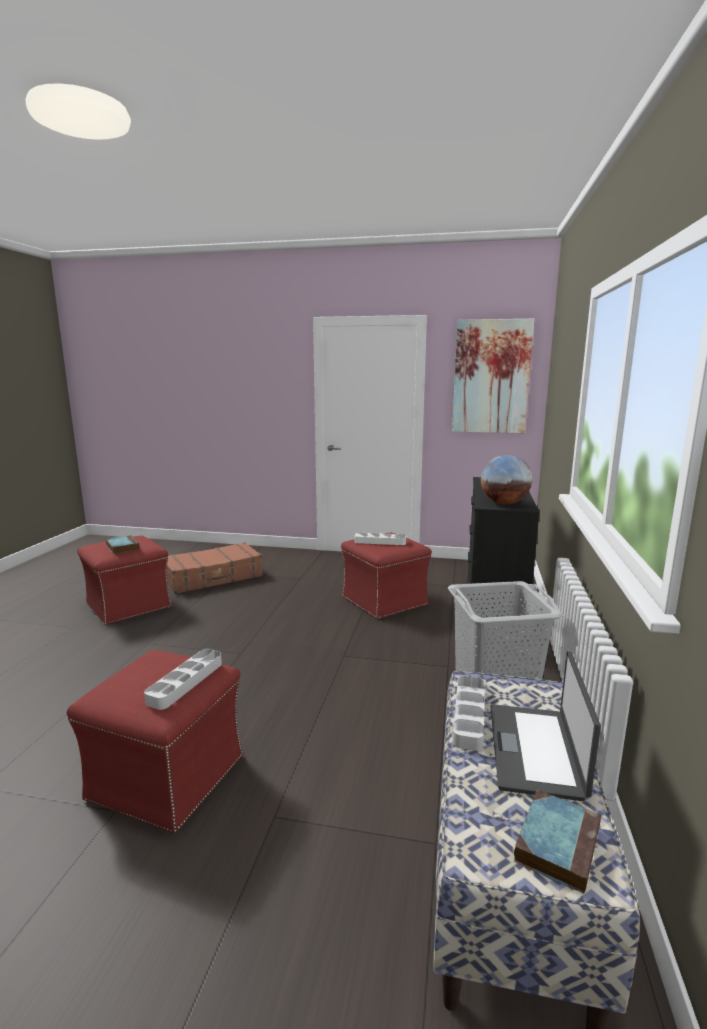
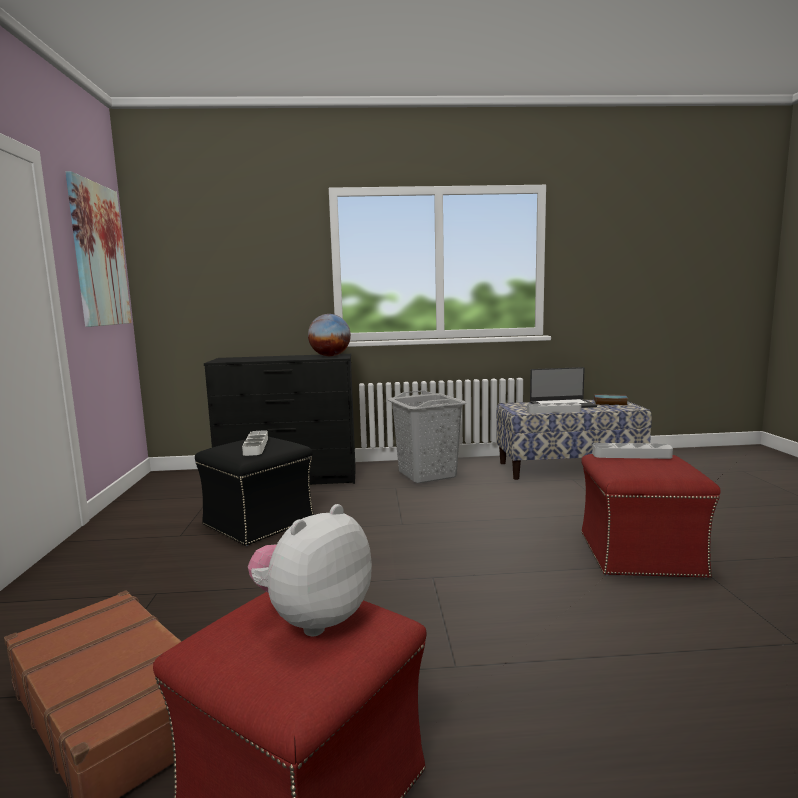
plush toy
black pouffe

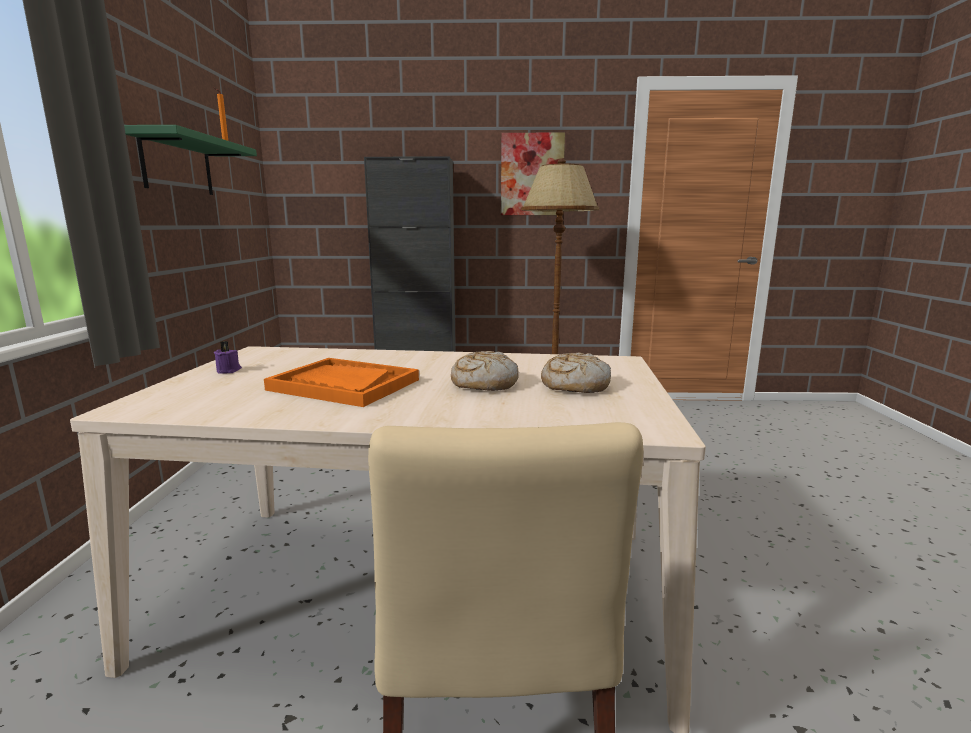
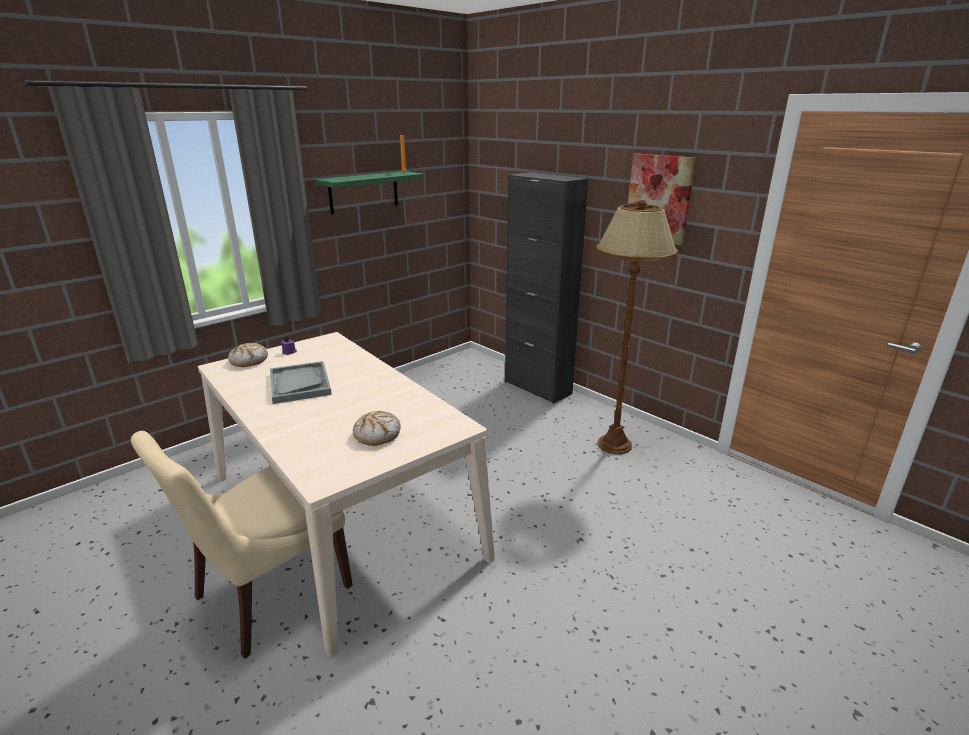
bakery bread (no. 1 from left)
gray serving tray

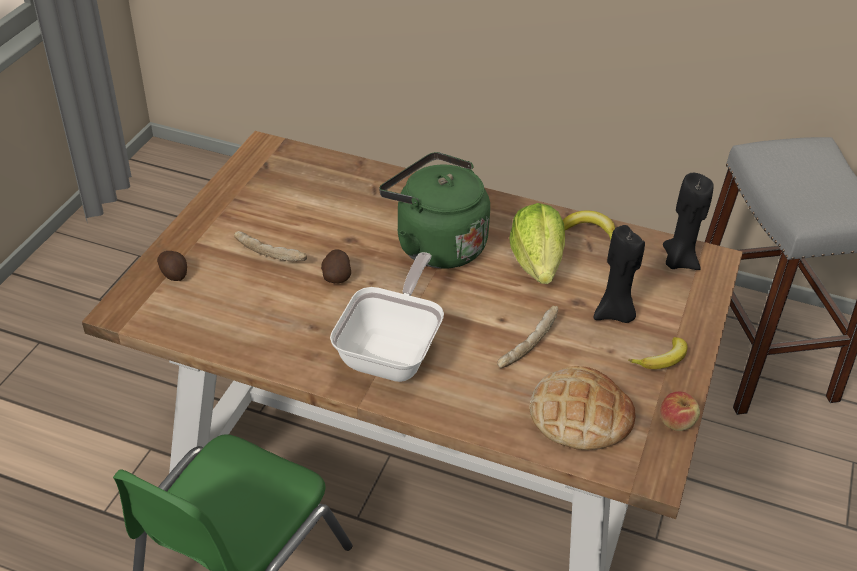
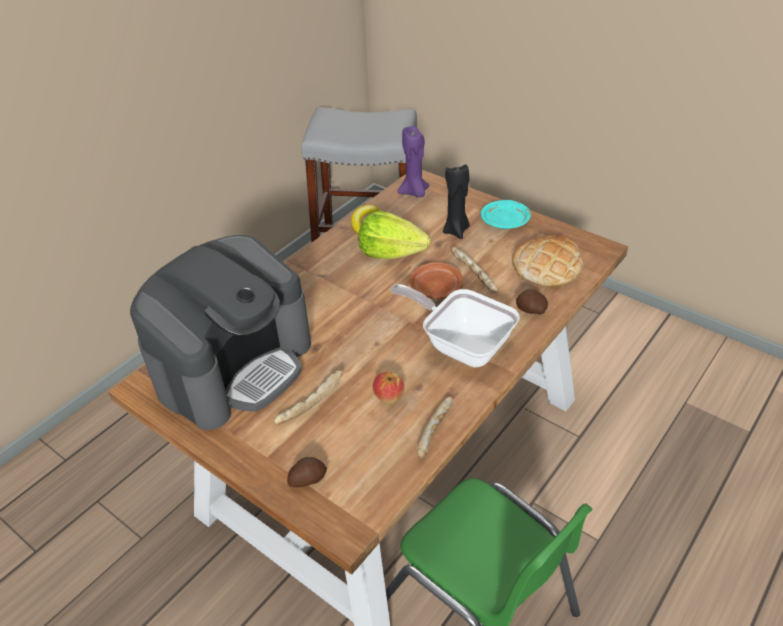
greenish tea kettle
coffee maker
brown-coloured plate
bakery bread (no. 2 from left)
potato (no. 2 from left)
apple
turquoise-coloured plate
purplish wax candle

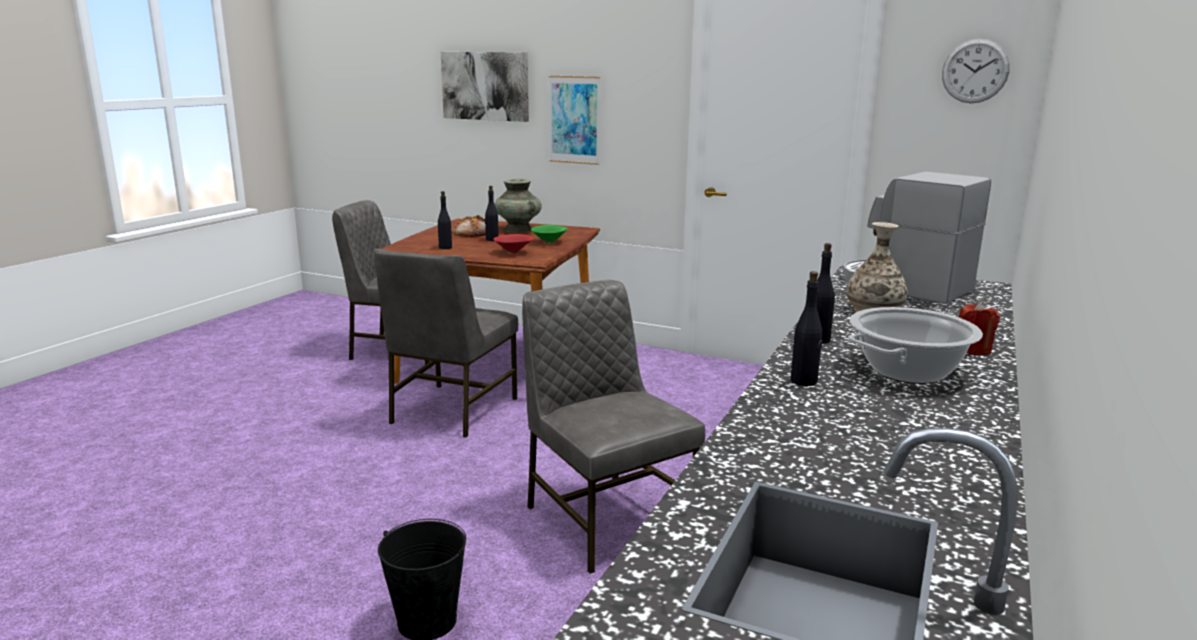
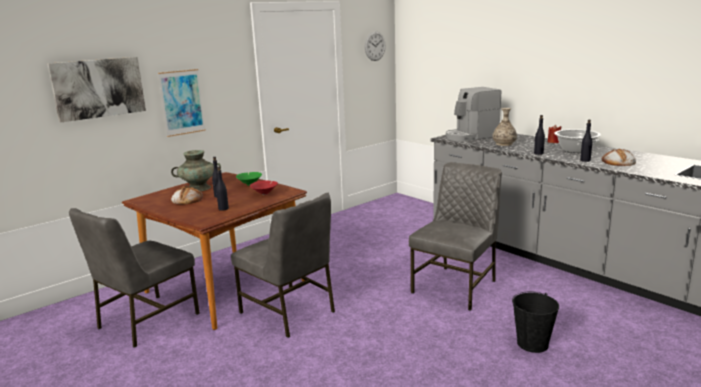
bakery bread (no. 2 from left)
gray plain chair (no. 3 from left)

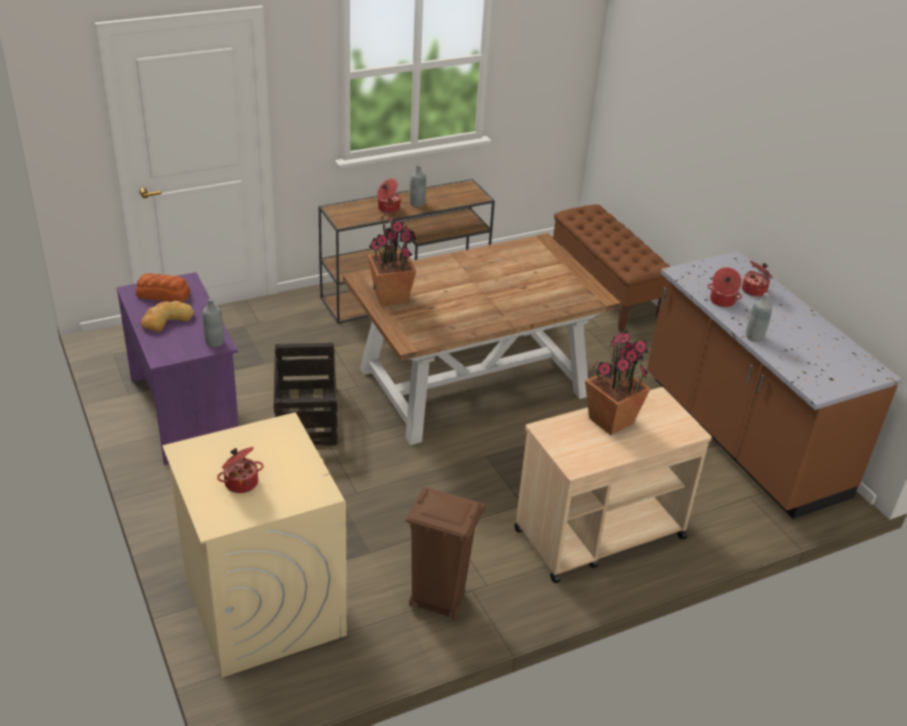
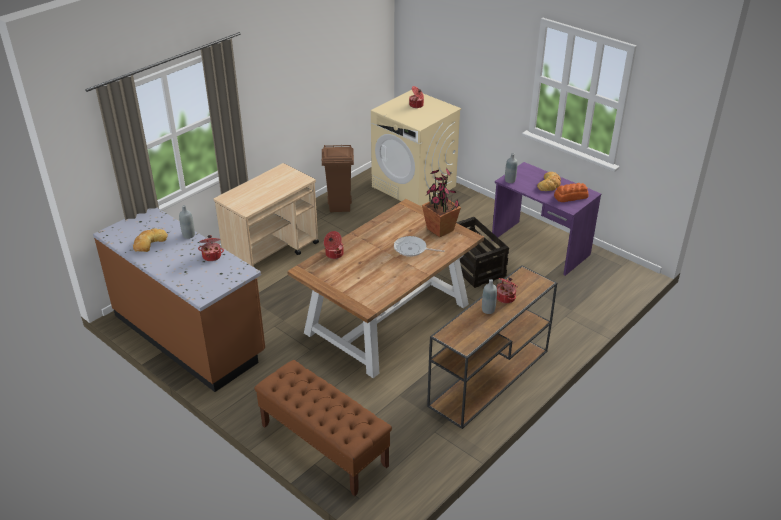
potted plant (no. 2 from left in the first image)
bakery bread (no. 1 from left)
pan
cooking pot (no. 2 from left)

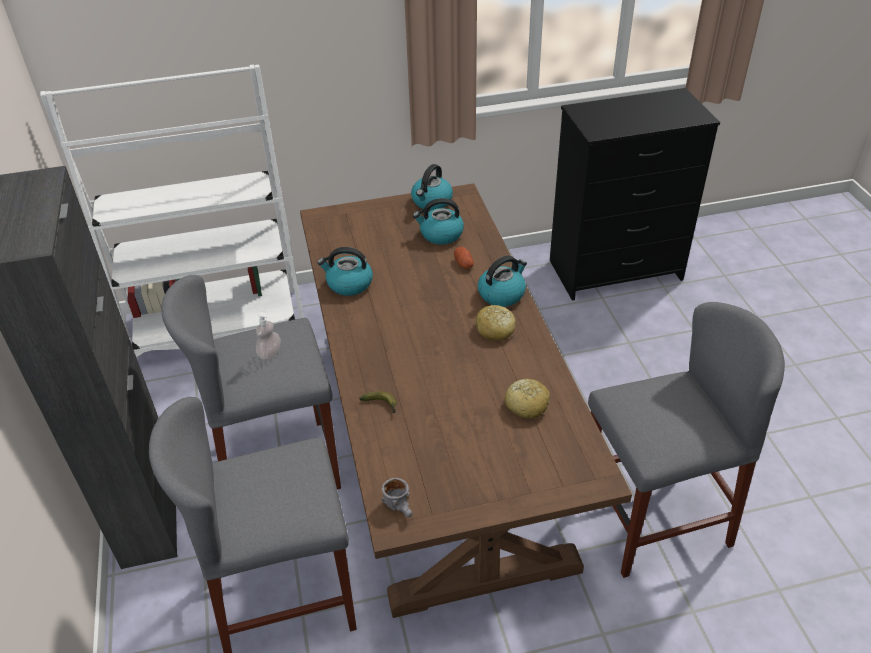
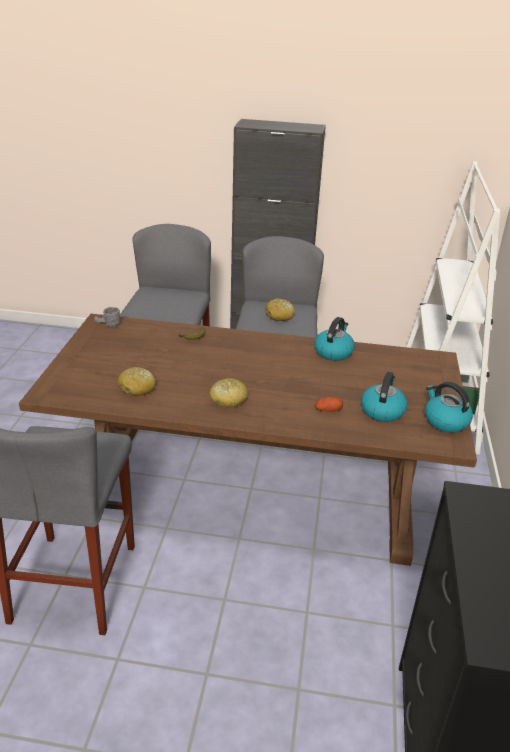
tea kettle (no. 4 from left in the first image)
bakery bread (no. 3 from left)

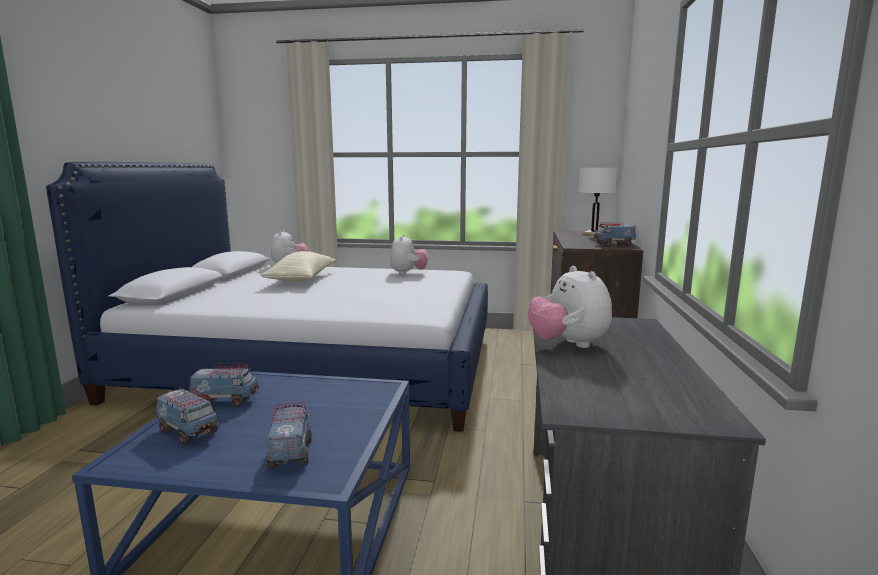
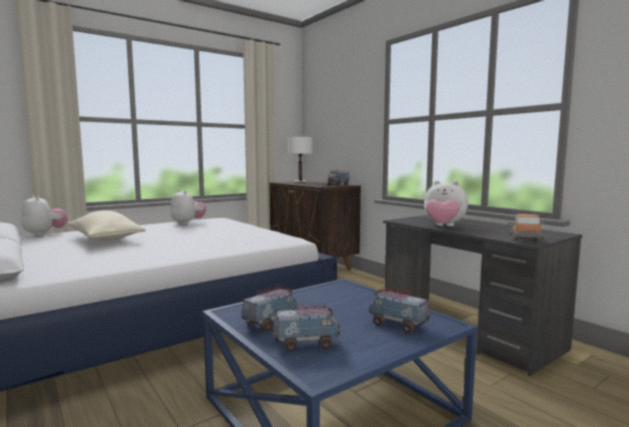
toy lorry (no. 5 from left)

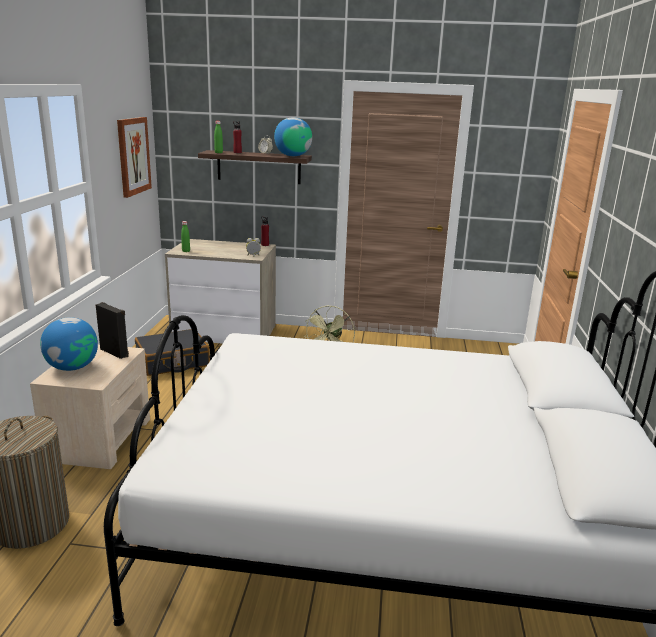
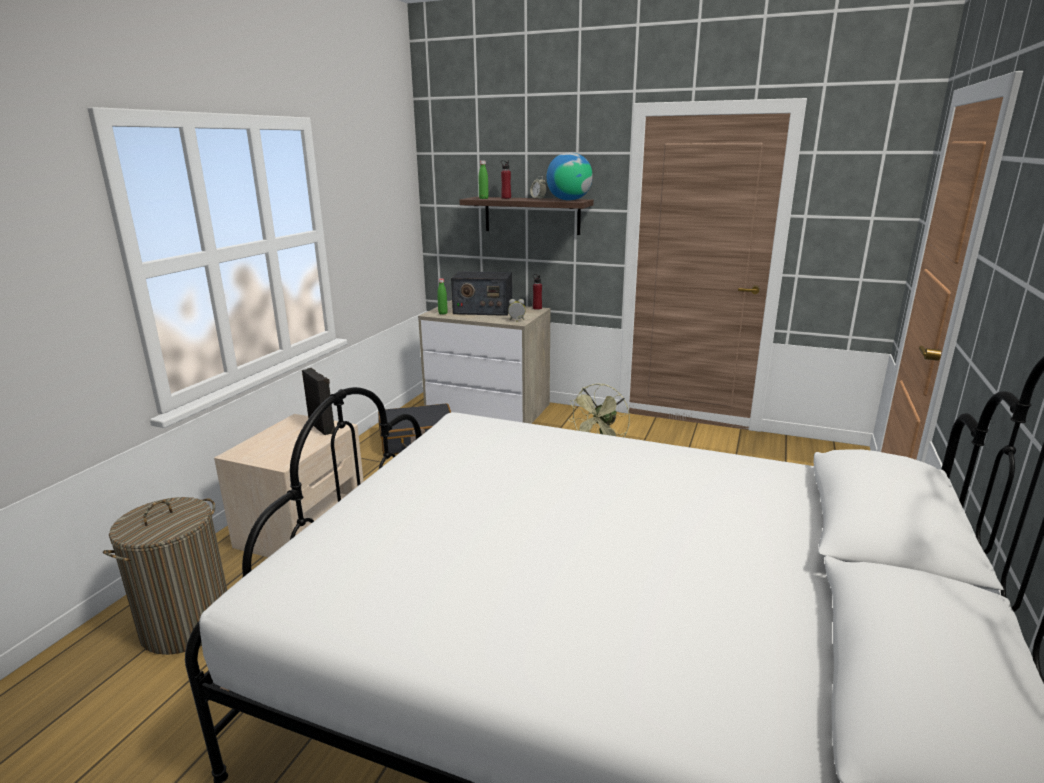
desk globe (no. 1 from left in the first image)
picture
radio

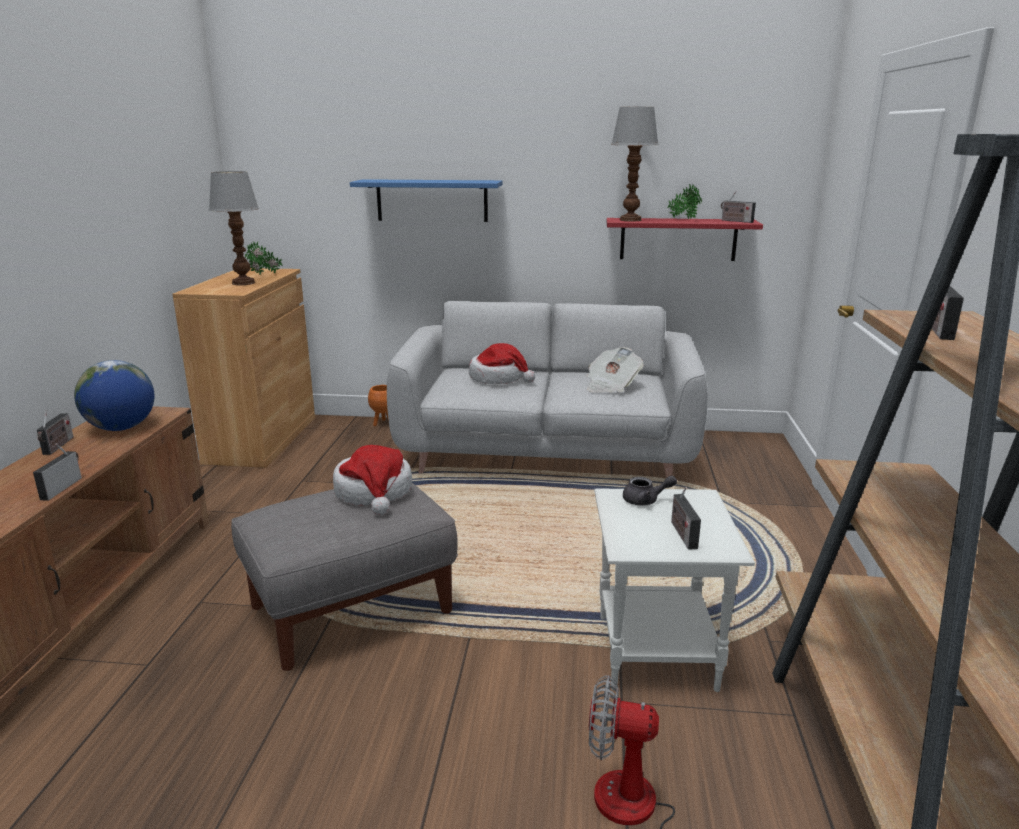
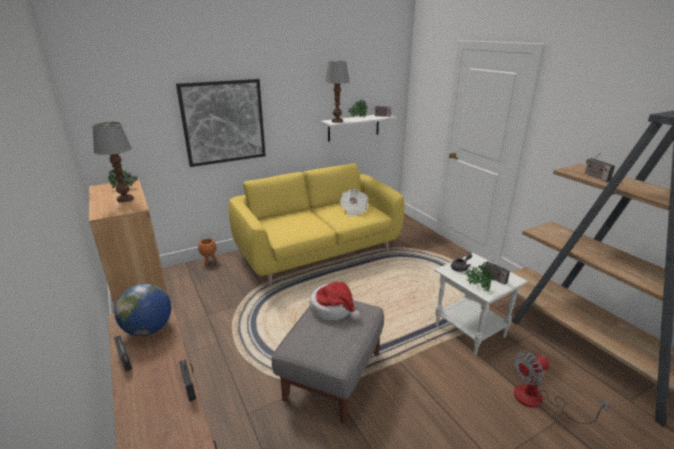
wearable hat (no. 2 from left in the first image)
potted plant (no. 3 from left)
picture
yellowish settee
whitish wall shelf

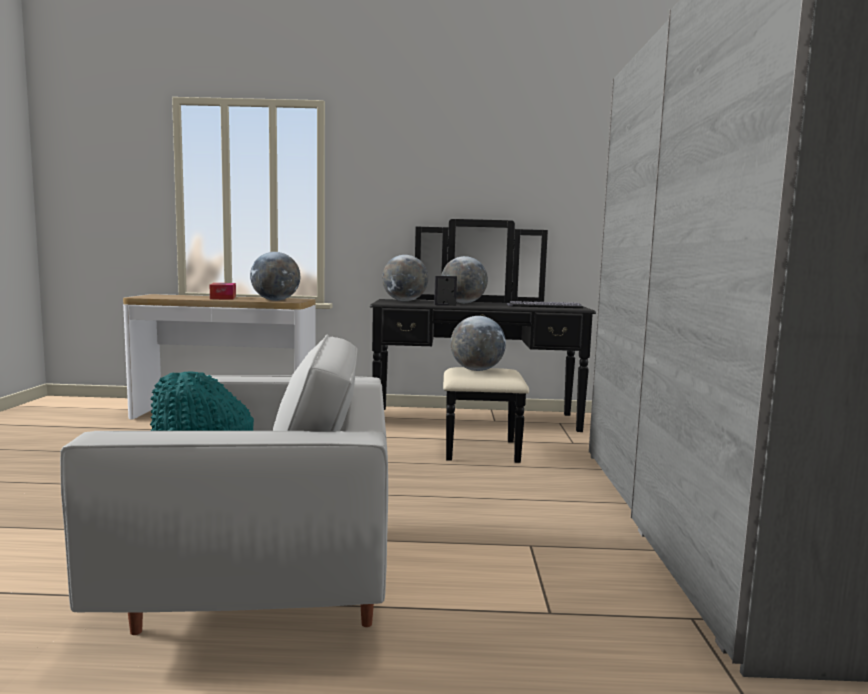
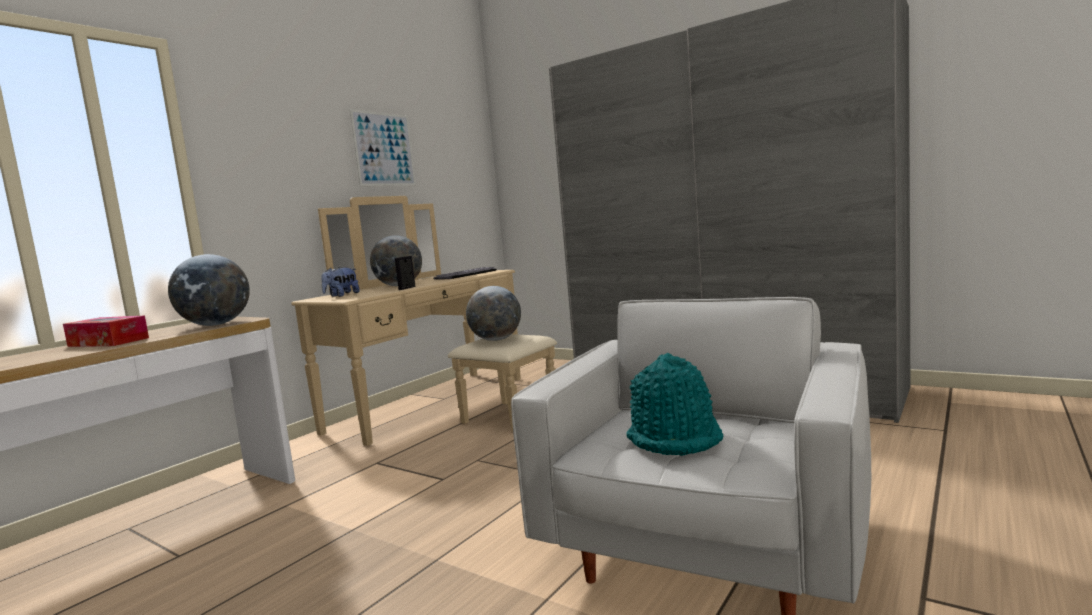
picture
plush toy
beige-coloured drawer chest

